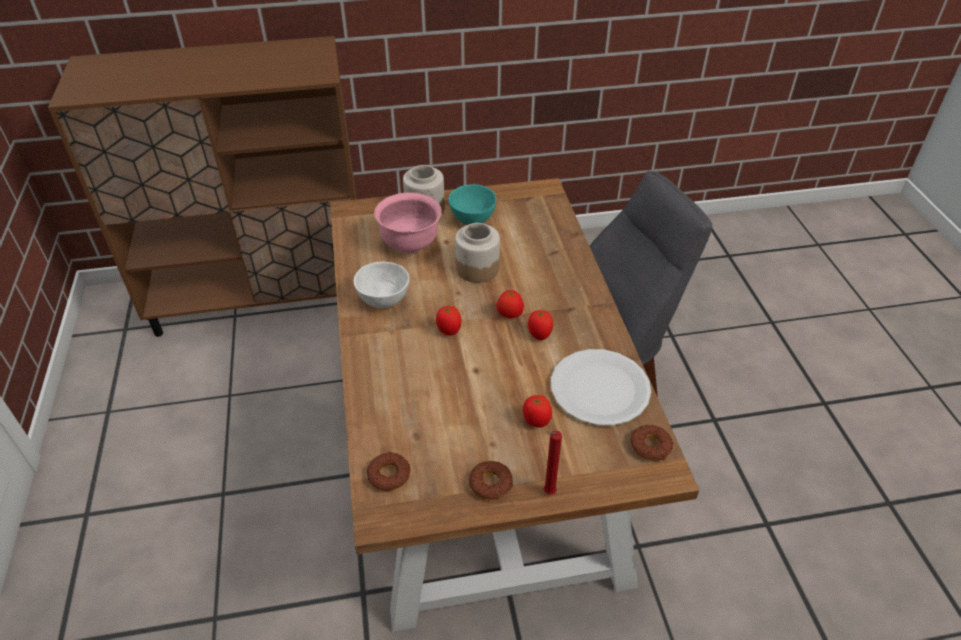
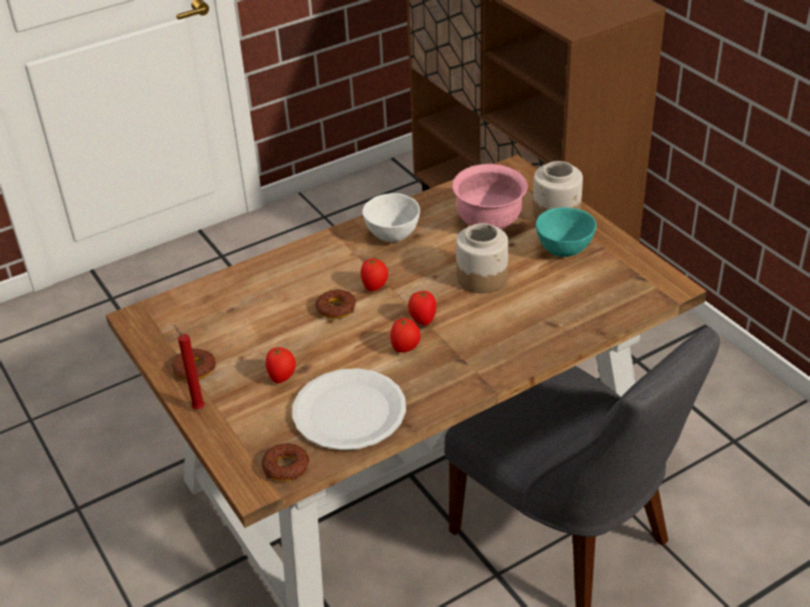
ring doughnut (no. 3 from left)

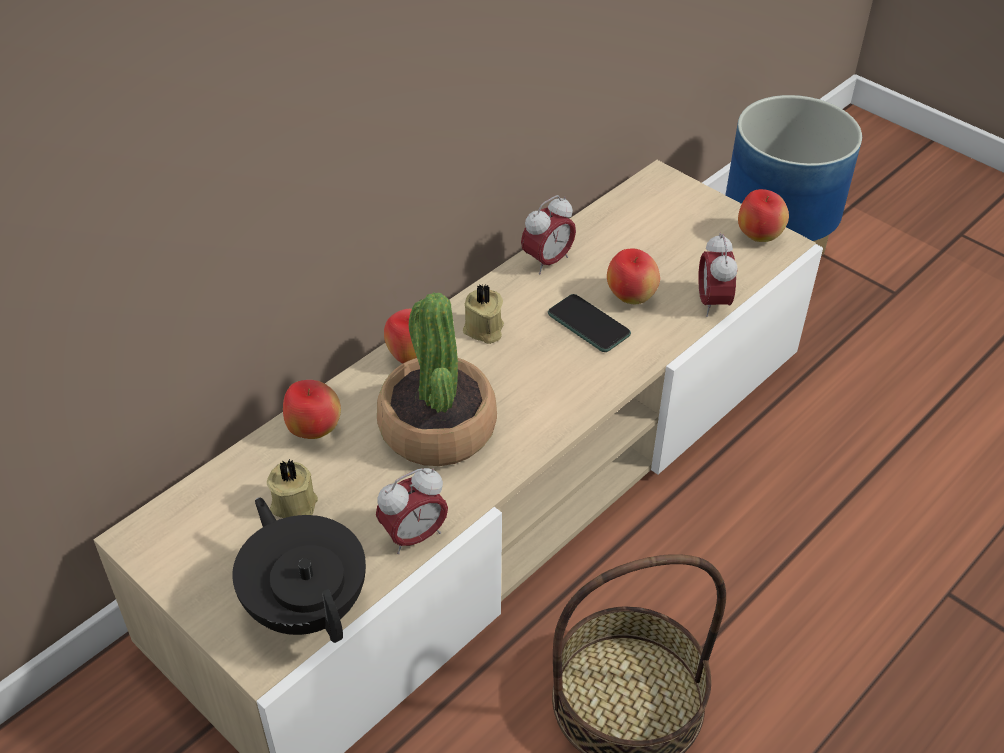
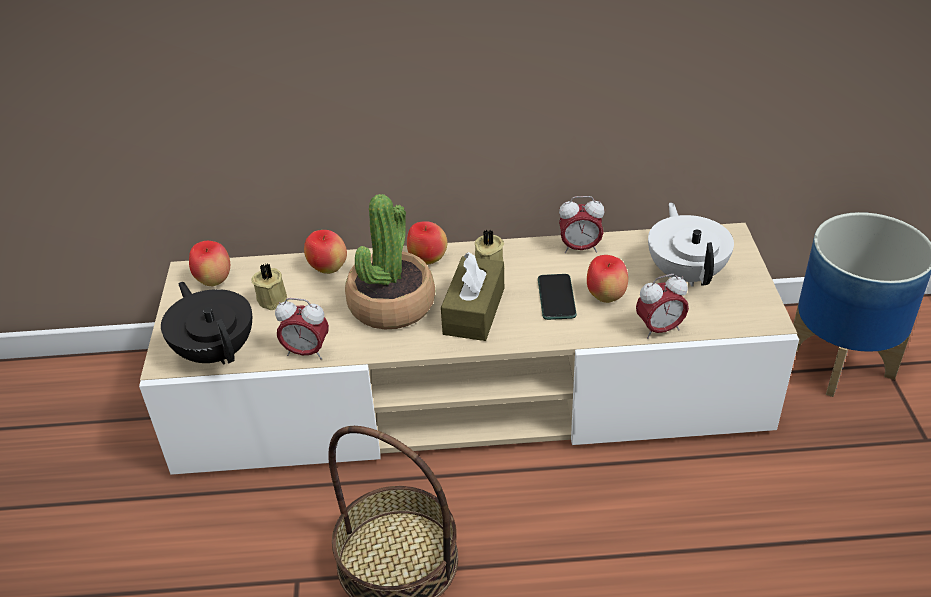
brown-coloured tissue box
whitish pot for tea
apple (no. 1 from left)
black pot for tea
bedside clock (no. 3 from left)

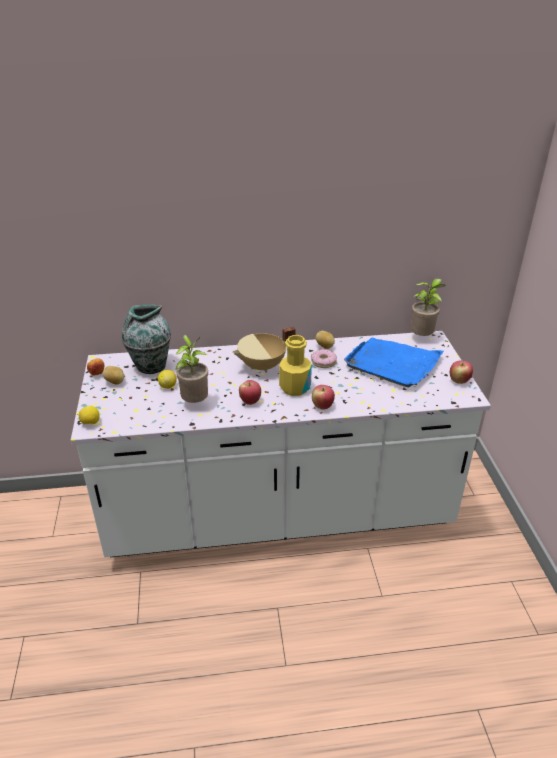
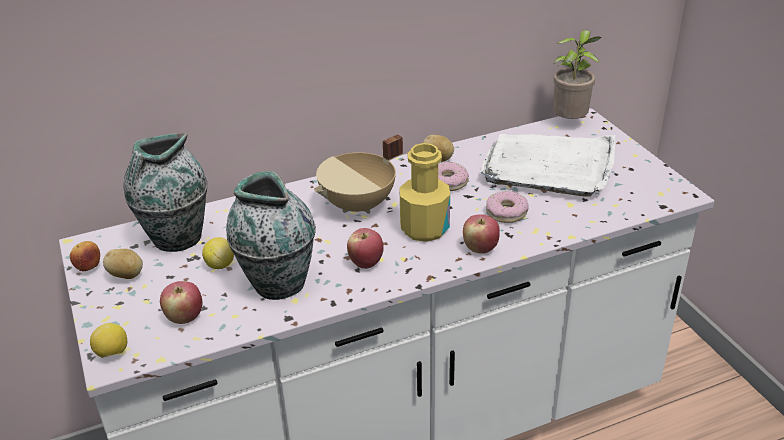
ring doughnut (no. 2 from left)
apple (no. 2 from left)
decorative vase (no. 2 from left)
whitish serving tray

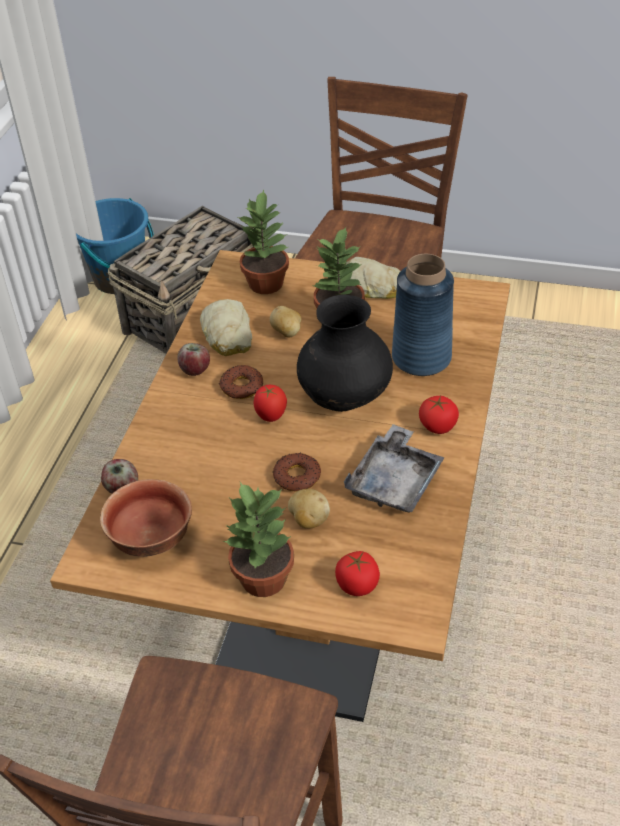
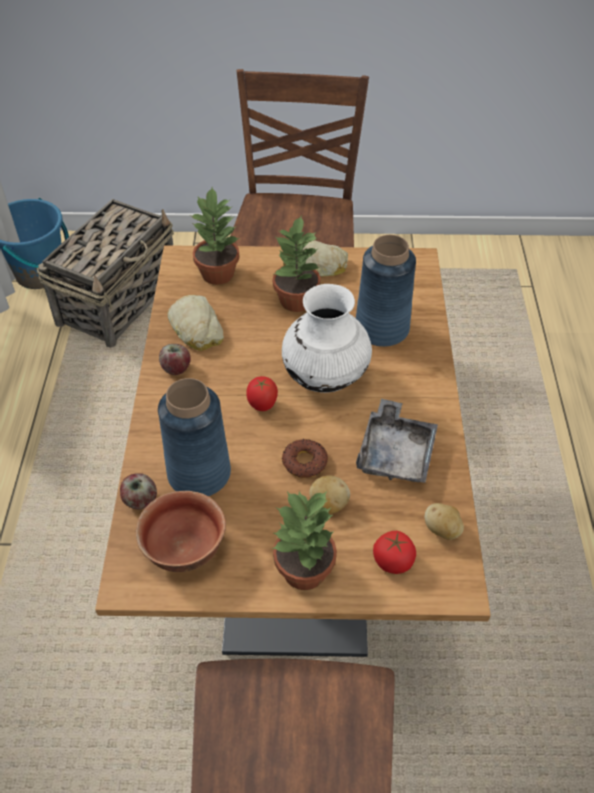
ring doughnut (no. 1 from left in the first image)
whole tomato (no. 3 from left in the first image)
blue decorative vase (no. 1 from left)
potato (no. 2 from left)
whitish decorative vase

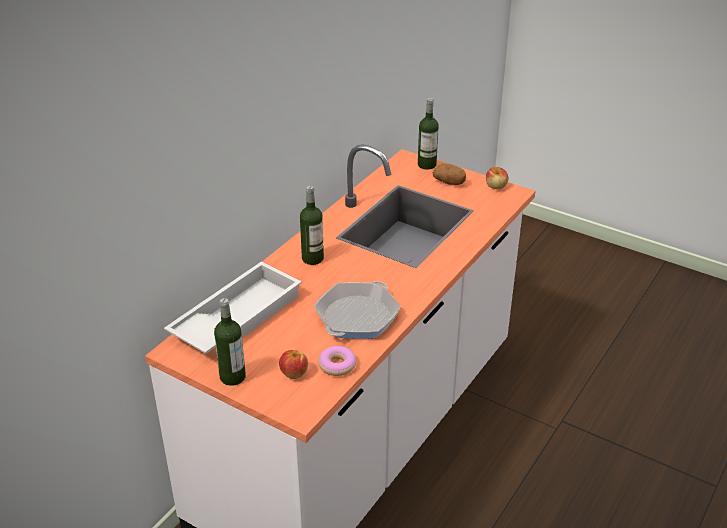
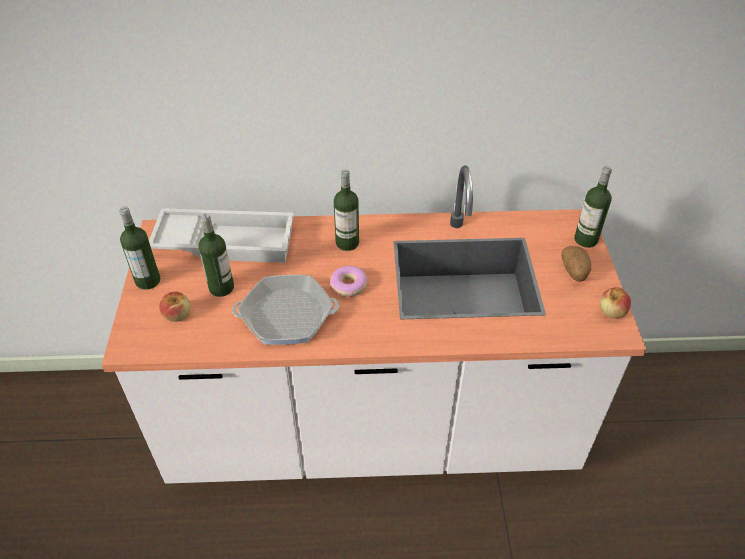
beverage bottle (no. 2 from left)
ring doughnut

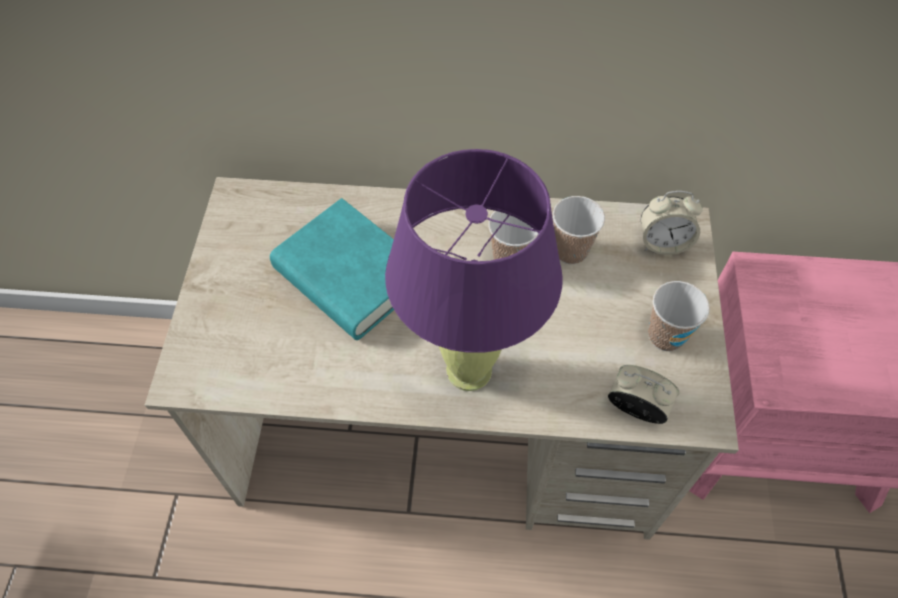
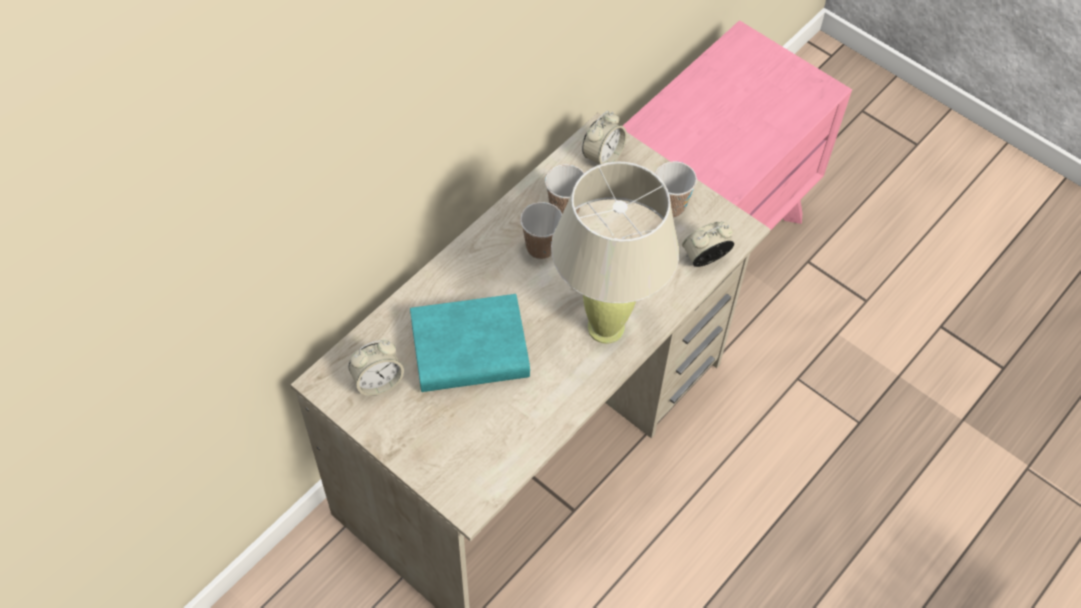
bedside clock (no. 1 from left)
beige-coloured table lamp

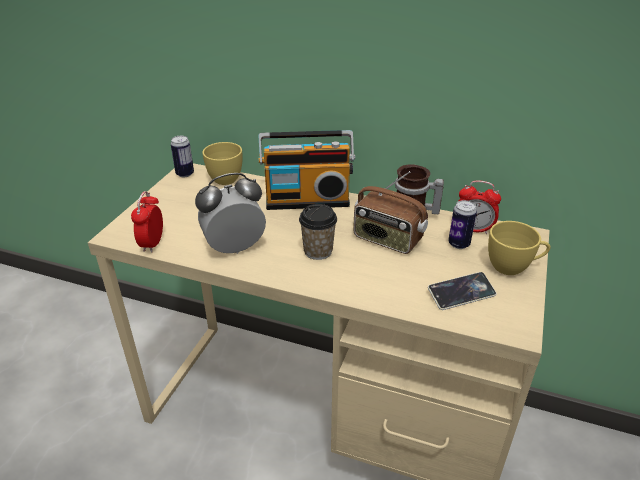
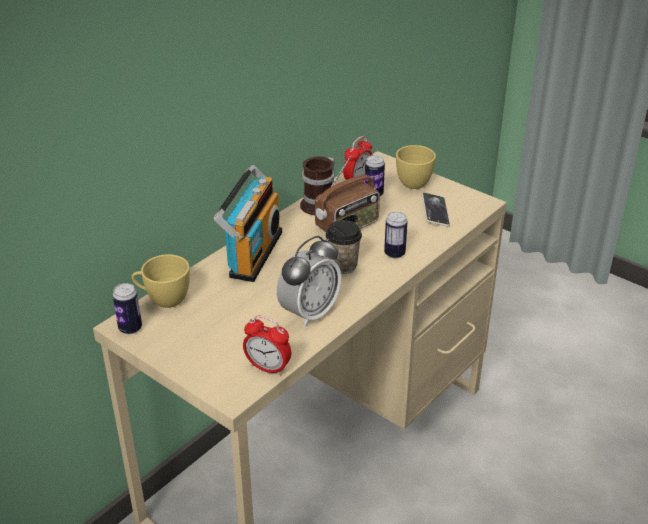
sealed can (no. 3 from left)
bedside clock (no. 2 from left)

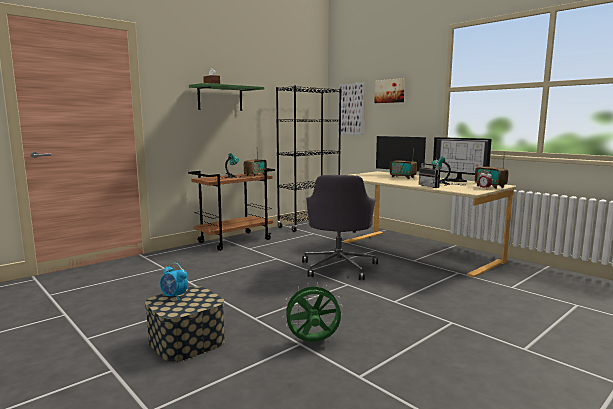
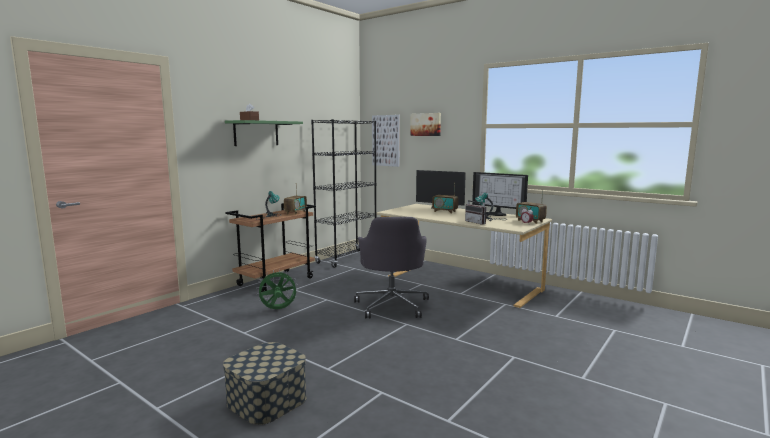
bedside clock (no. 1 from left in the first image)
greenish electric fan

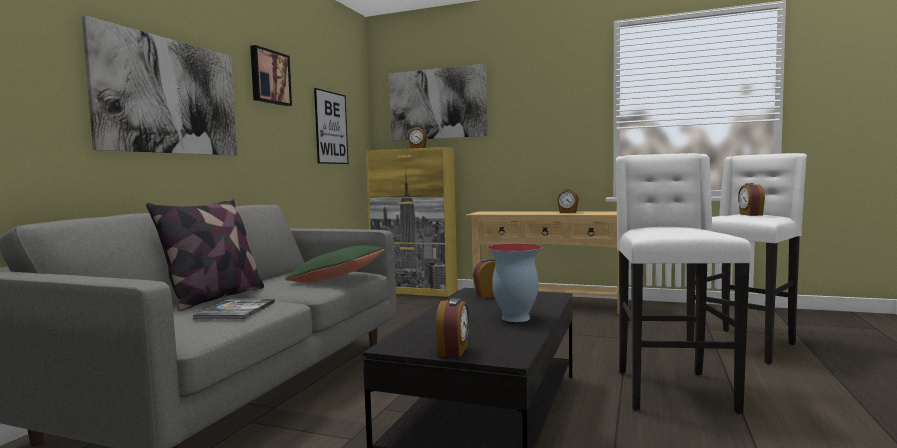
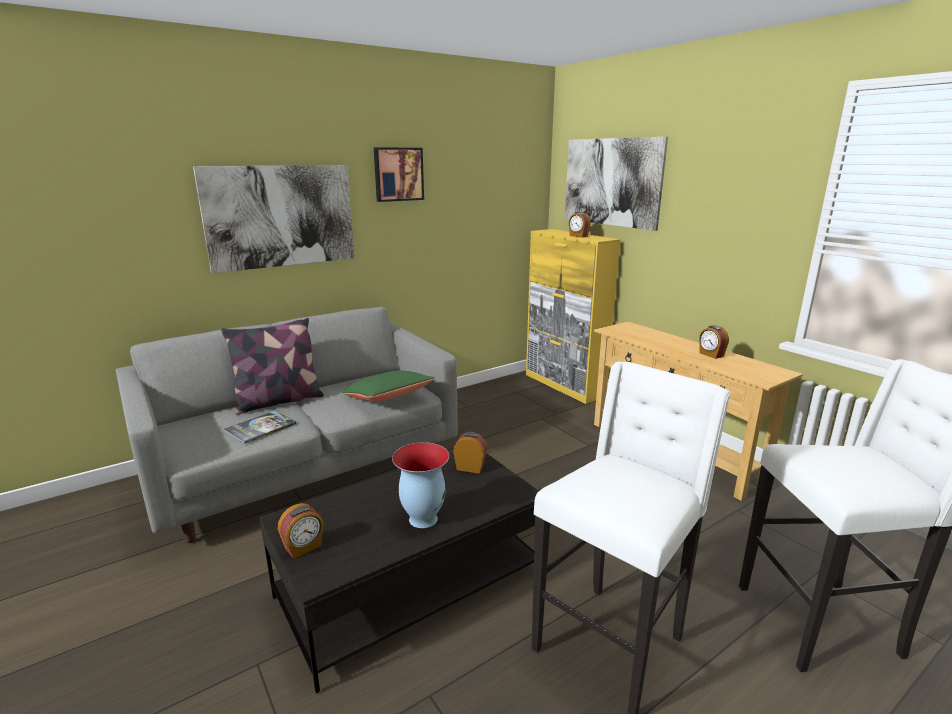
picture (no. 3 from left in the first image)
bedside clock (no. 5 from left in the first image)

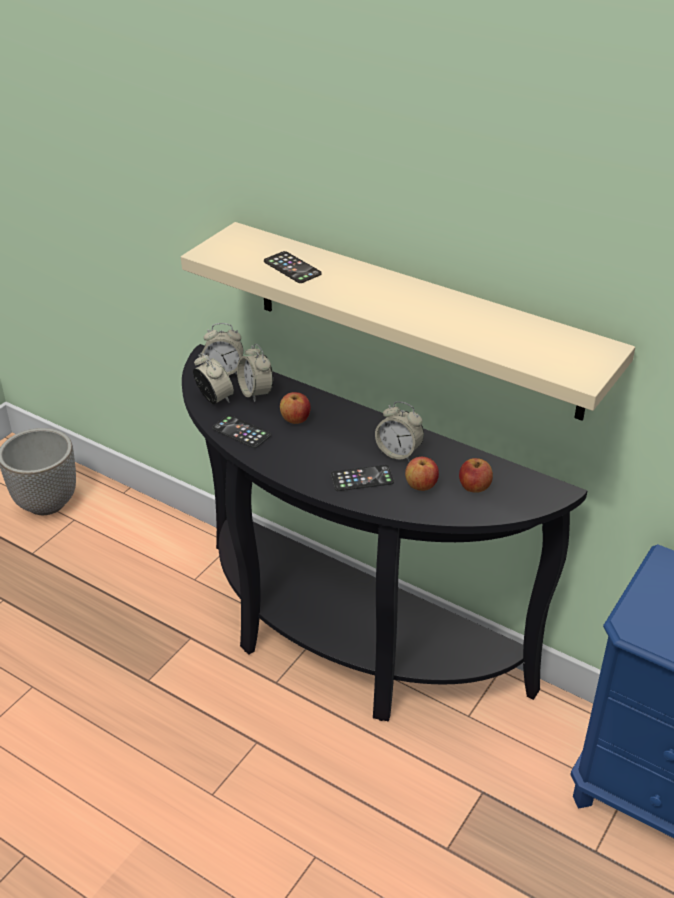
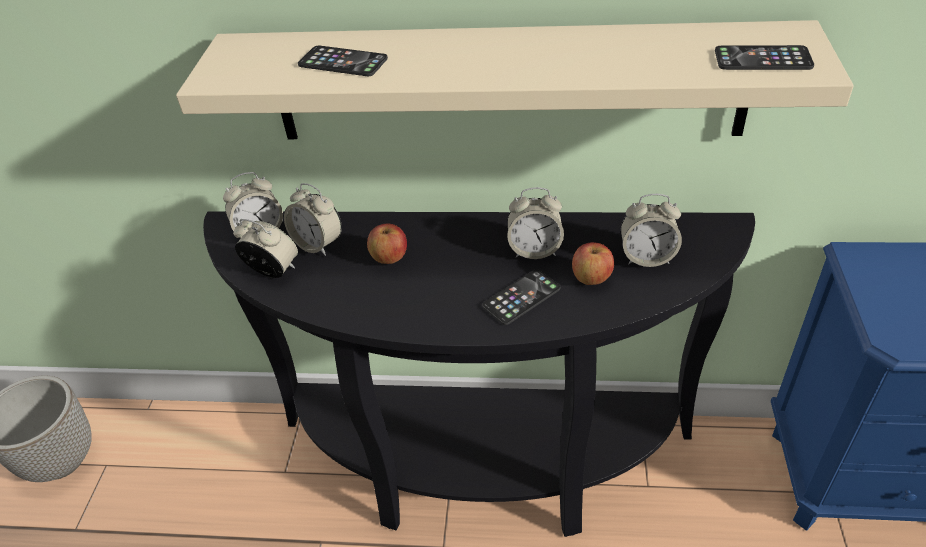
phone (no. 3 from left)
bedside clock (no. 5 from left)

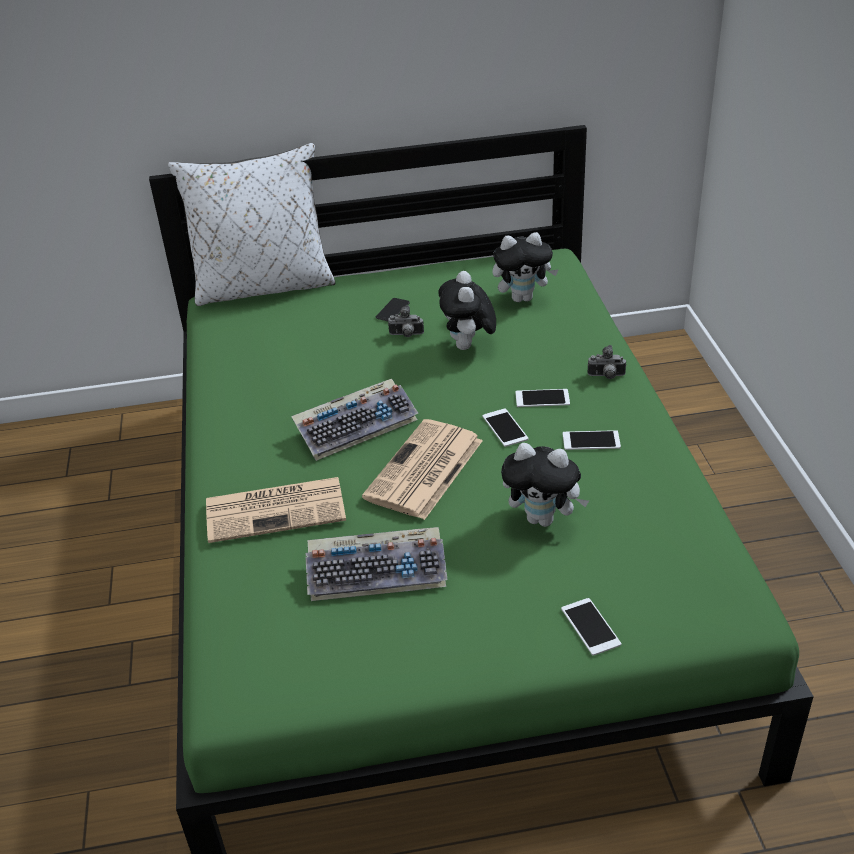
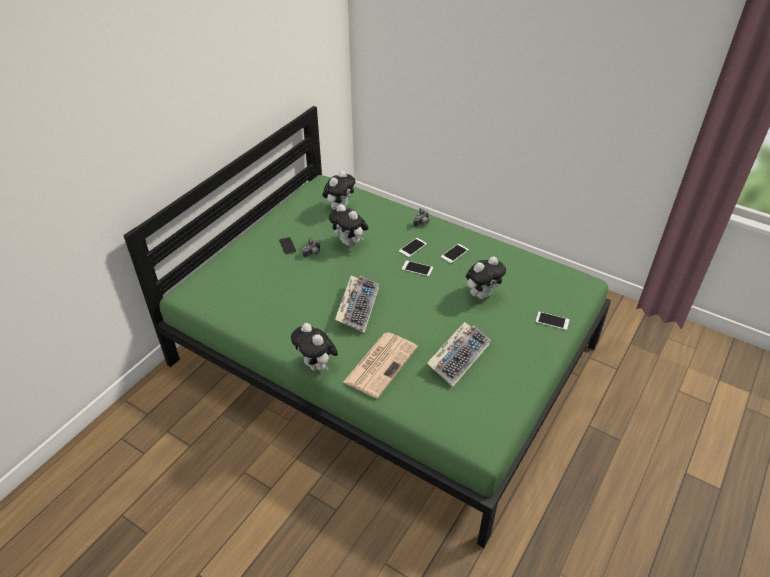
whitish pillow
newspaper (no. 2 from left in the first image)
plush toy (no. 1 from left)

